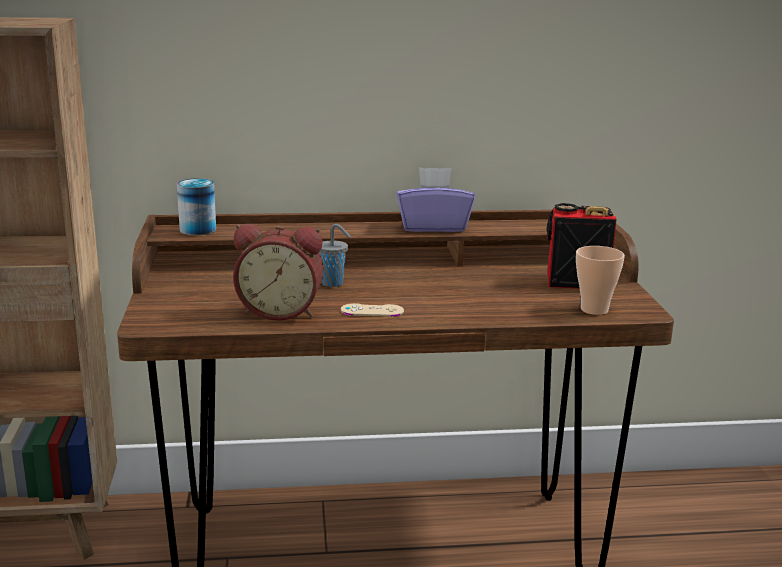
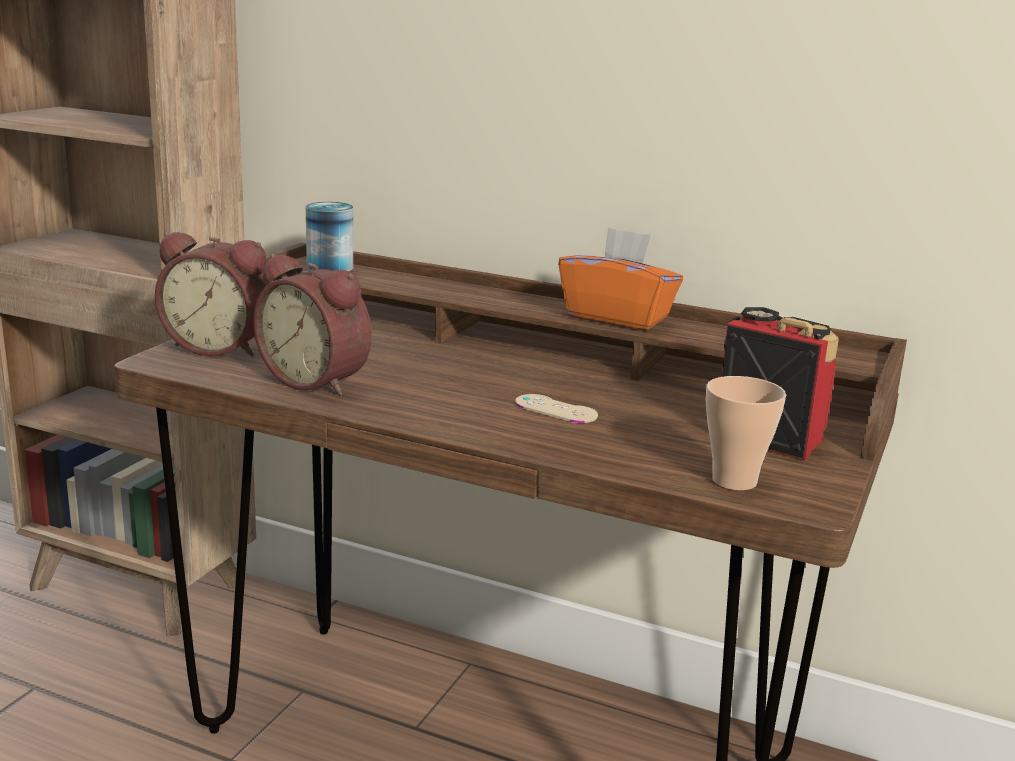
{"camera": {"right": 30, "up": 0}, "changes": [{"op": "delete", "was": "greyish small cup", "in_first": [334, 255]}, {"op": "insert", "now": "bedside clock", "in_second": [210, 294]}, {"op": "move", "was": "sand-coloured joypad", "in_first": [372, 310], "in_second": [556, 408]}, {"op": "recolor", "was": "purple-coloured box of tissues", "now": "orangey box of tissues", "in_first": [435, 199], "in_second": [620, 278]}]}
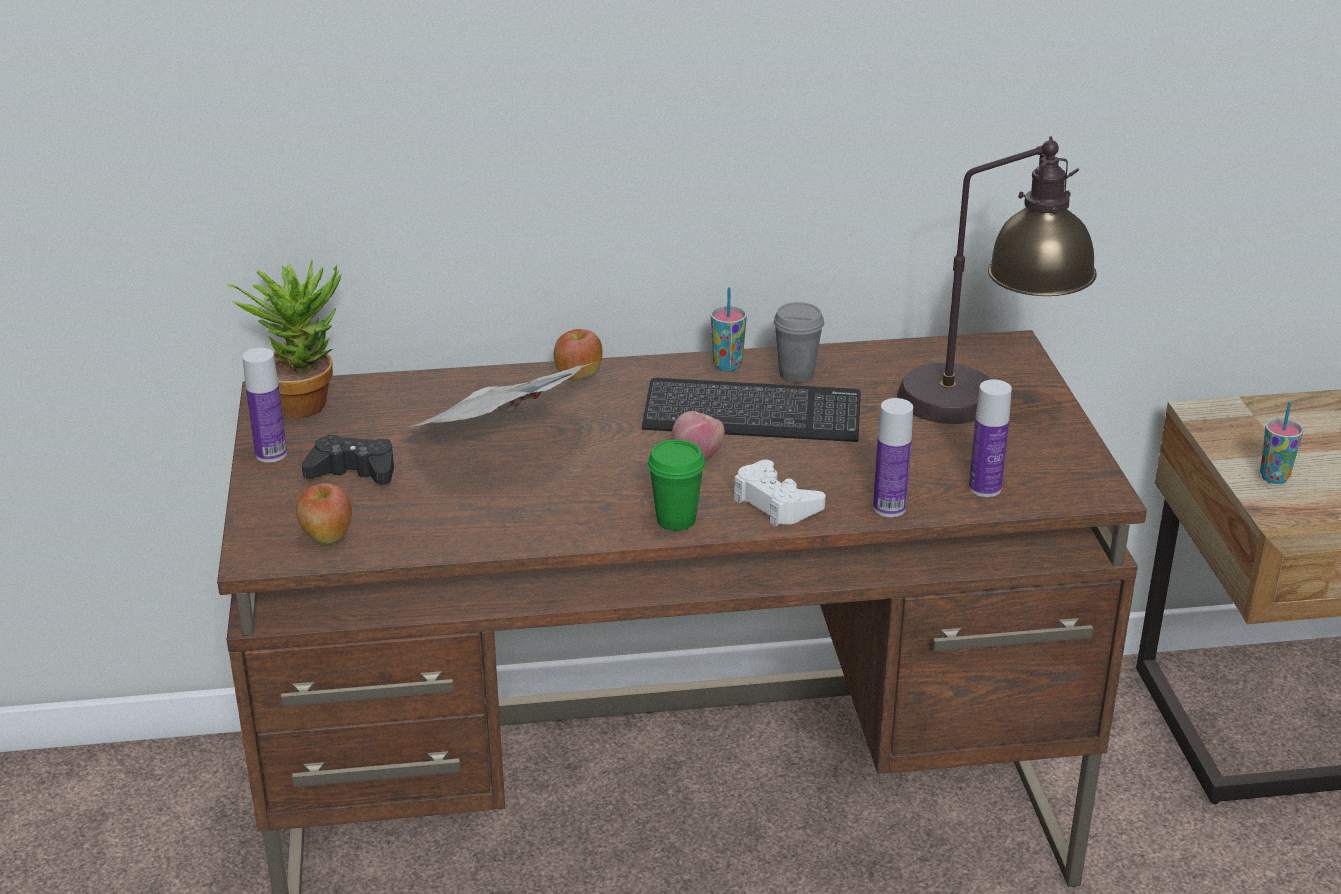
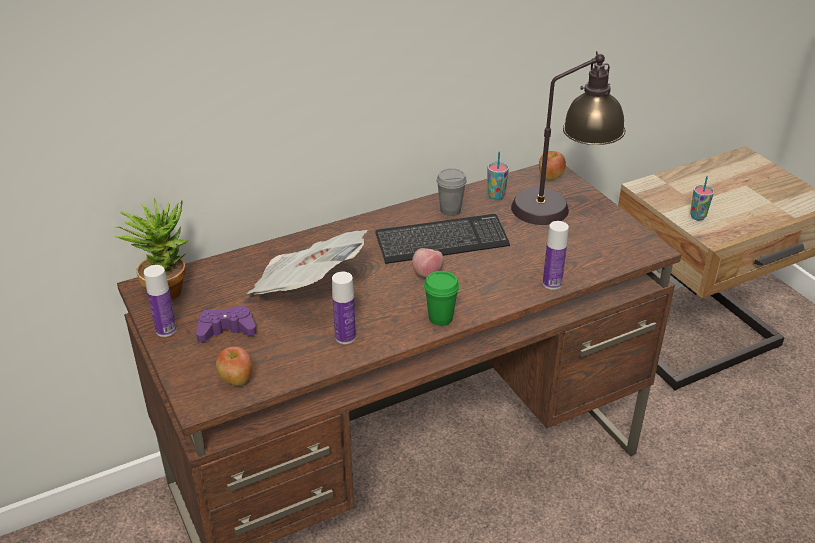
{"camera": {"right": -20, "up": 5}, "changes": [{"op": "delete", "was": "white joypad", "in_first": [779, 493]}, {"op": "move", "was": "apple fruit", "in_first": [578, 355], "in_second": [552, 166]}, {"op": "move", "was": "small cup", "in_first": [729, 329], "in_second": [498, 176]}, {"op": "move", "was": "bottle", "in_first": [990, 438], "in_second": [344, 308]}, {"op": "recolor", "was": "blackish joypad", "now": "purple-coloured joypad", "in_first": [348, 460], "in_second": [226, 323]}]}
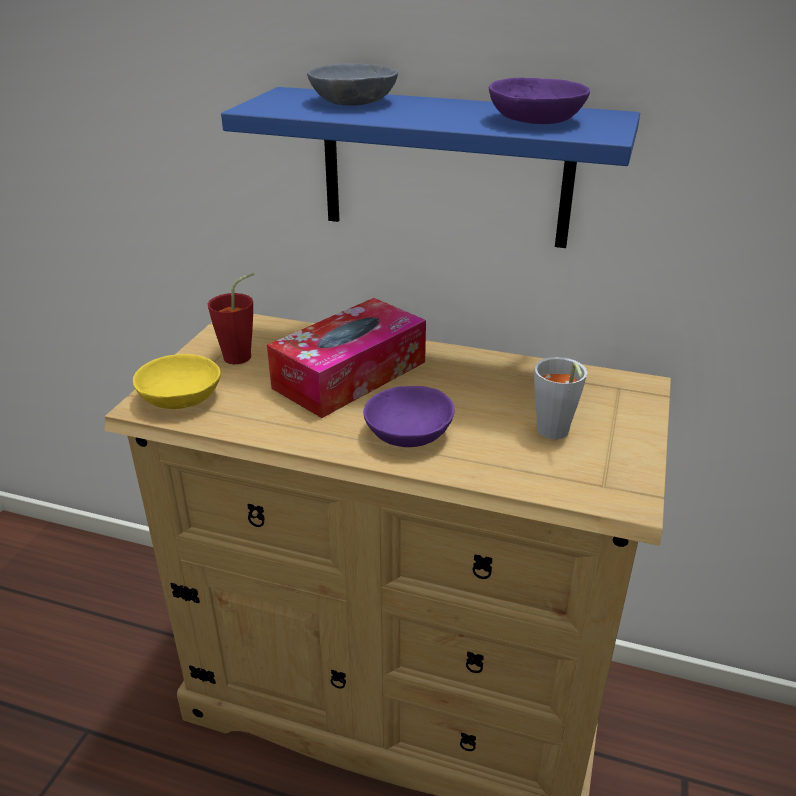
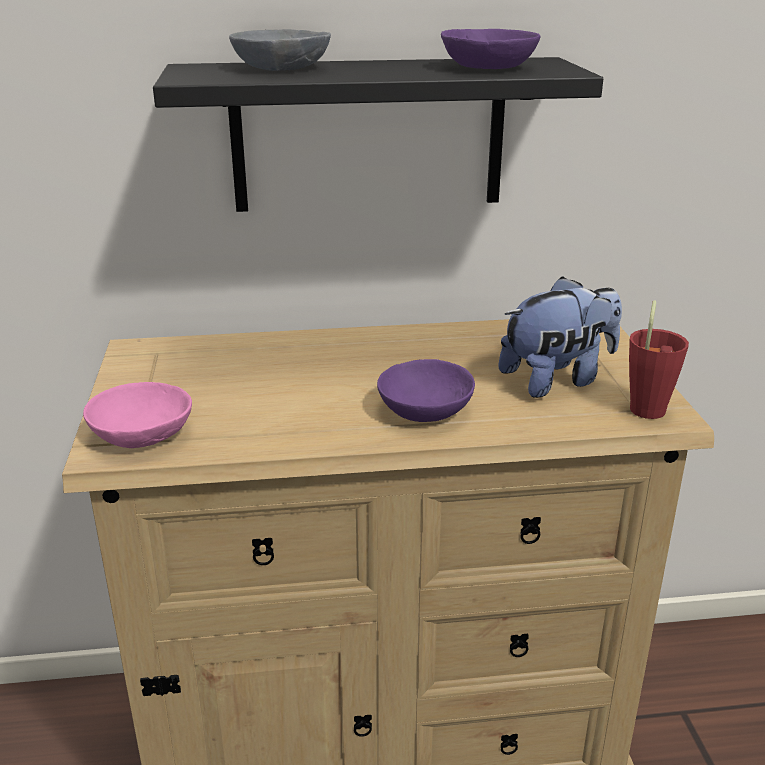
{"camera": {"right": -25, "up": -5}, "changes": [{"op": "delete", "was": "box of tissues", "in_first": [346, 358]}, {"op": "move", "was": "reddish small cup", "in_first": [231, 318], "in_second": [659, 359]}, {"op": "replace", "was": "greyish small cup", "now": "soft toy", "in_first": [561, 398], "in_second": [560, 337]}, {"op": "recolor", "was": "yellow deep dish", "now": "pink-coloured deep dish", "in_first": [177, 381], "in_second": [137, 415]}, {"op": "recolor", "was": "bluish wall shelf", "now": "blackish wall shelf", "in_first": [430, 167], "in_second": [378, 134]}]}
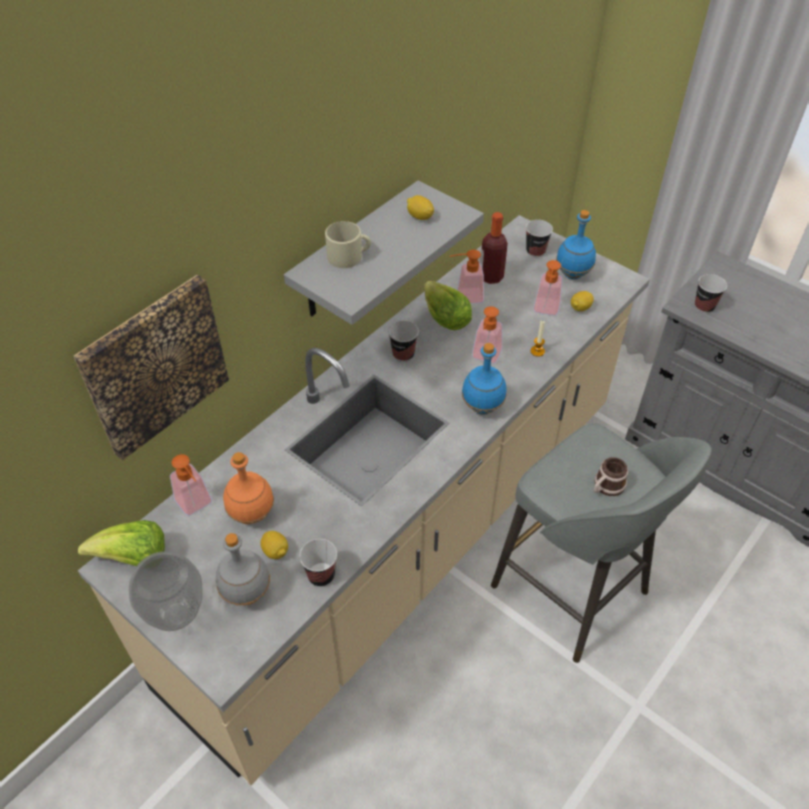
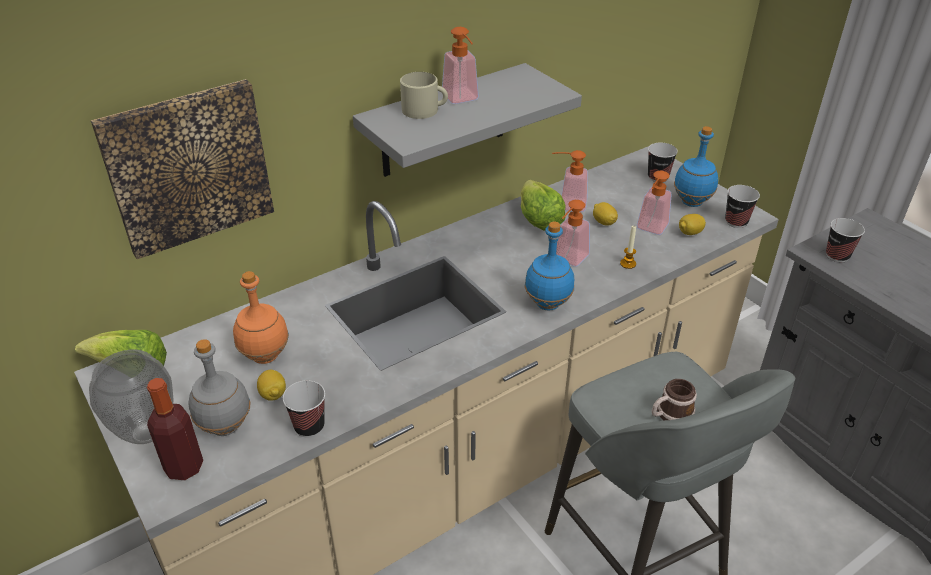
{"camera": {"right": 15, "up": -10}, "changes": [{"op": "move", "was": "liquid soap bottle", "in_first": [191, 485], "in_second": [460, 65]}, {"op": "move", "was": "small cup", "in_first": [403, 341], "in_second": [742, 206]}, {"op": "move", "was": "whole lemon", "in_first": [420, 207], "in_second": [605, 214]}, {"op": "move", "was": "bottle", "in_first": [494, 248], "in_second": [175, 429]}]}
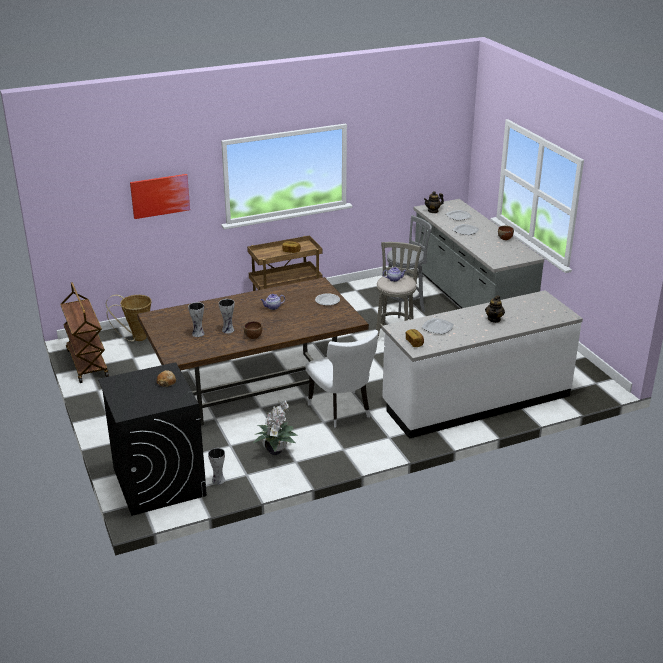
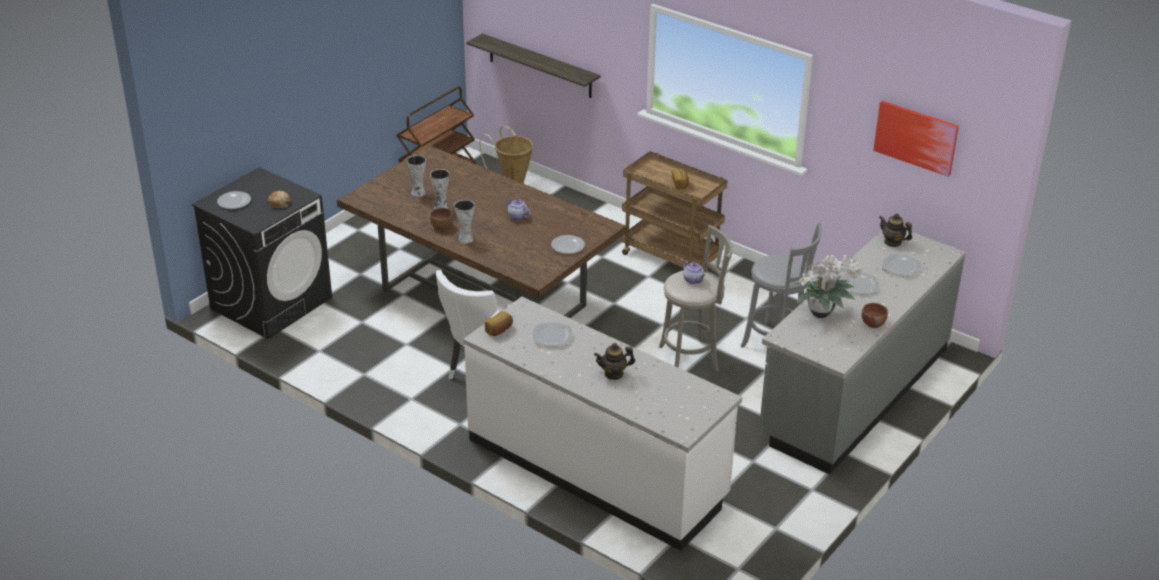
{"camera": {"right": 60, "up": 5}, "changes": [{"op": "insert", "now": "plate", "in_second": [234, 200]}, {"op": "insert", "now": "wall shelf", "in_second": [533, 65]}, {"op": "move", "was": "picture", "in_first": [160, 196], "in_second": [916, 139]}, {"op": "move", "was": "flower vase", "in_first": [216, 466], "in_second": [465, 222]}, {"op": "move", "was": "potted plant", "in_first": [275, 427], "in_second": [829, 286]}]}
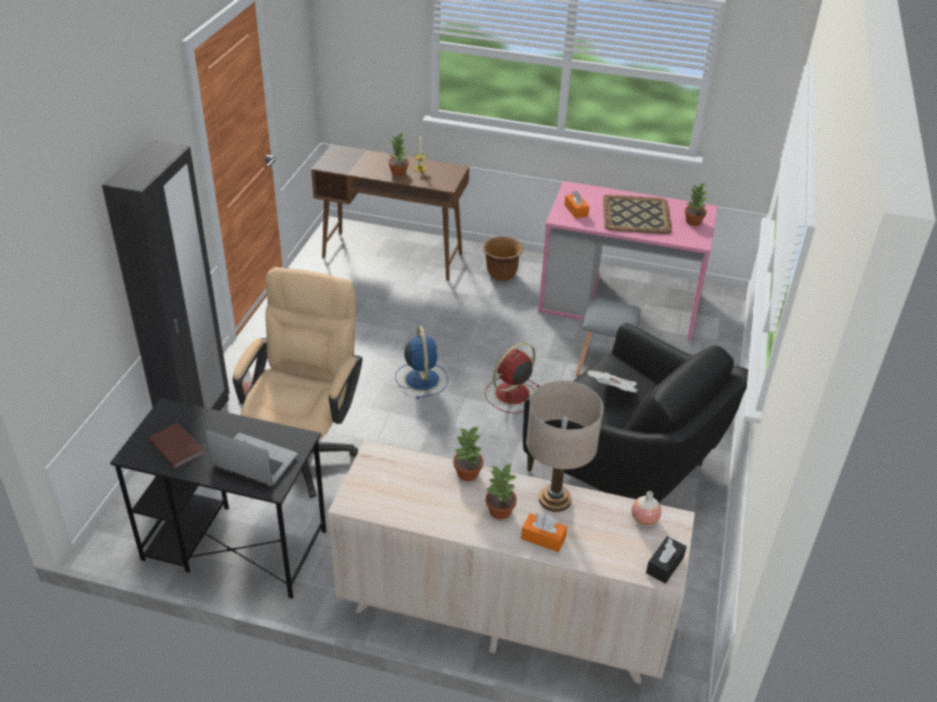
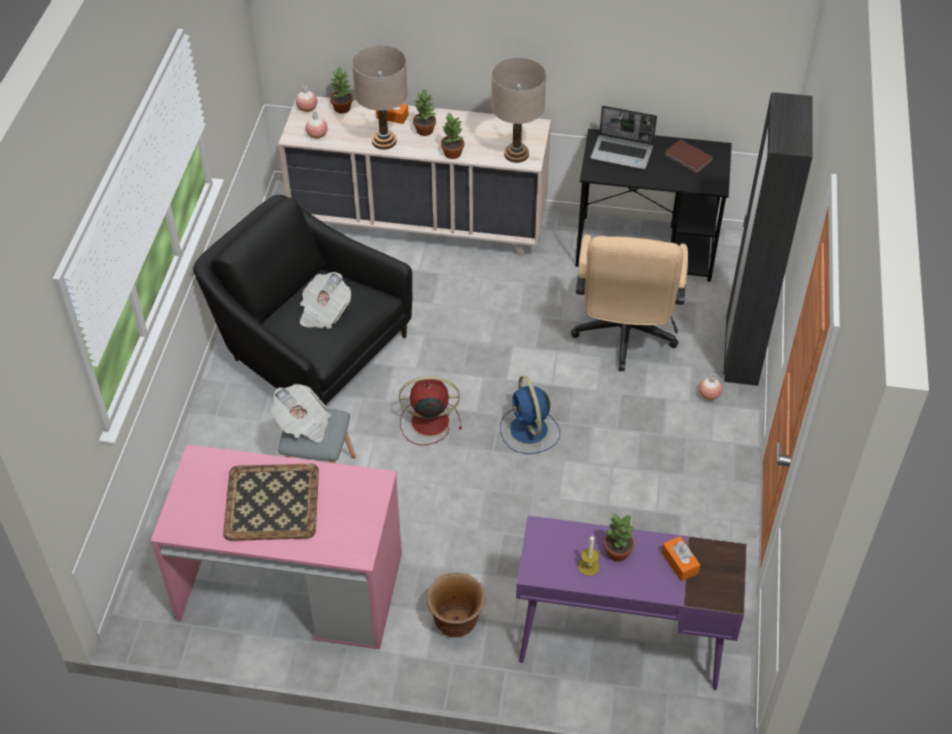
{"camera": {"right": 175, "up": 10}, "changes": [{"op": "insert", "now": "daily paper", "in_second": [301, 413]}, {"op": "insert", "now": "sand-coloured lamp for a table", "in_second": [518, 110]}, {"op": "move", "was": "orangey box of tissues", "in_first": [577, 205], "in_second": [680, 558]}, {"op": "move", "was": "potted plant", "in_first": [697, 204], "in_second": [341, 90]}, {"op": "replace", "was": "blackish box of tissues", "now": "flower vase", "in_first": [666, 560], "in_second": [306, 98]}, {"op": "recolor", "was": "brownish desk unit", "now": "purple-coloured desk unit", "in_first": [390, 213], "in_second": [631, 603]}, {"op": "rotate", "was": "reddish electric fan", "in_first": [512, 377], "in_second": [430, 410], "clockwise": -135}]}
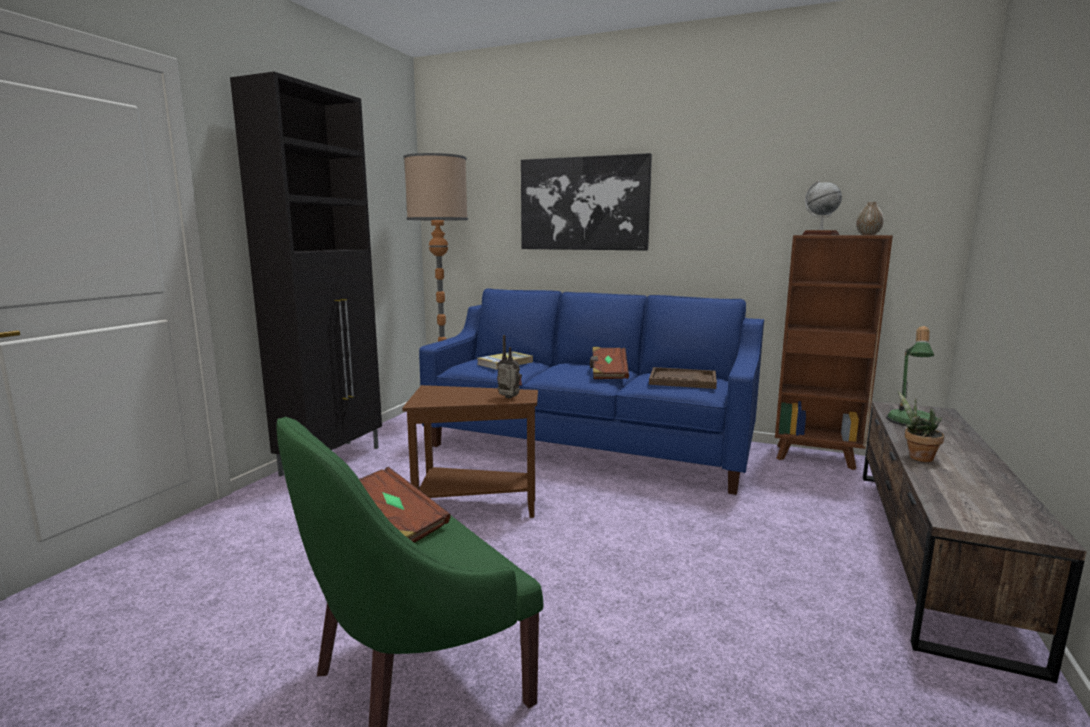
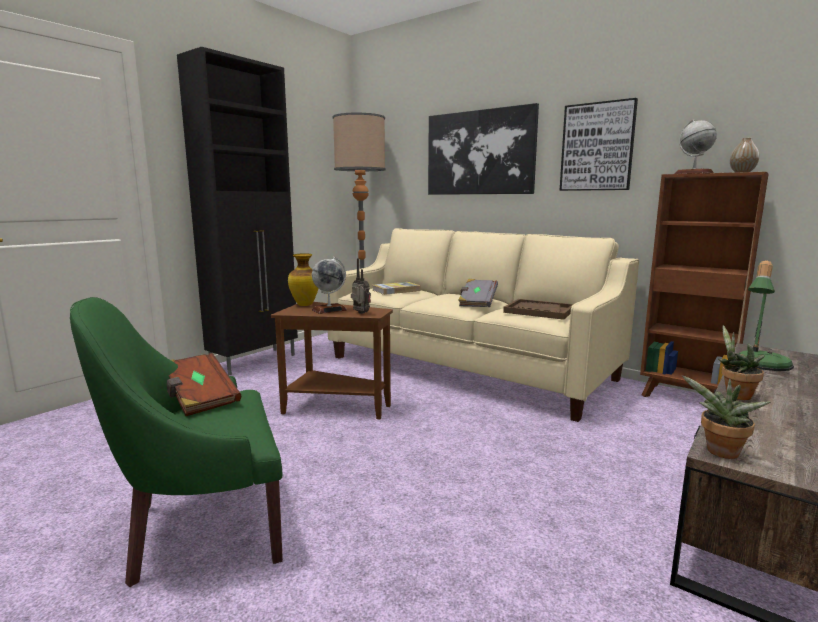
{"camera": {"right": 15, "up": 0}, "changes": [{"op": "insert", "now": "flower vase", "in_second": [303, 280]}, {"op": "insert", "now": "desk globe", "in_second": [329, 285]}, {"op": "insert", "now": "picture", "in_second": [598, 144]}, {"op": "insert", "now": "potted plant", "in_second": [726, 417]}, {"op": "recolor", "was": "bluish couch", "now": "sand-coloured couch", "in_first": [591, 391], "in_second": [483, 325]}, {"op": "recolor", "was": "brownish volume", "now": "greyish volume", "in_first": [609, 363], "in_second": [478, 293]}]}
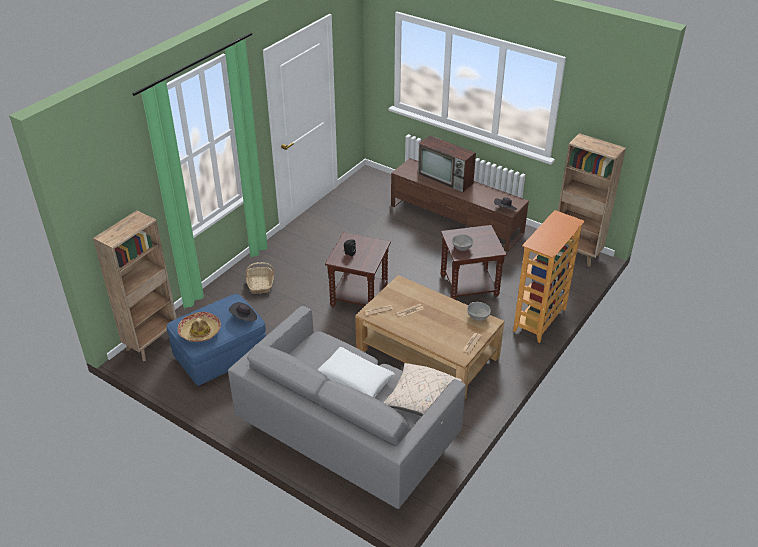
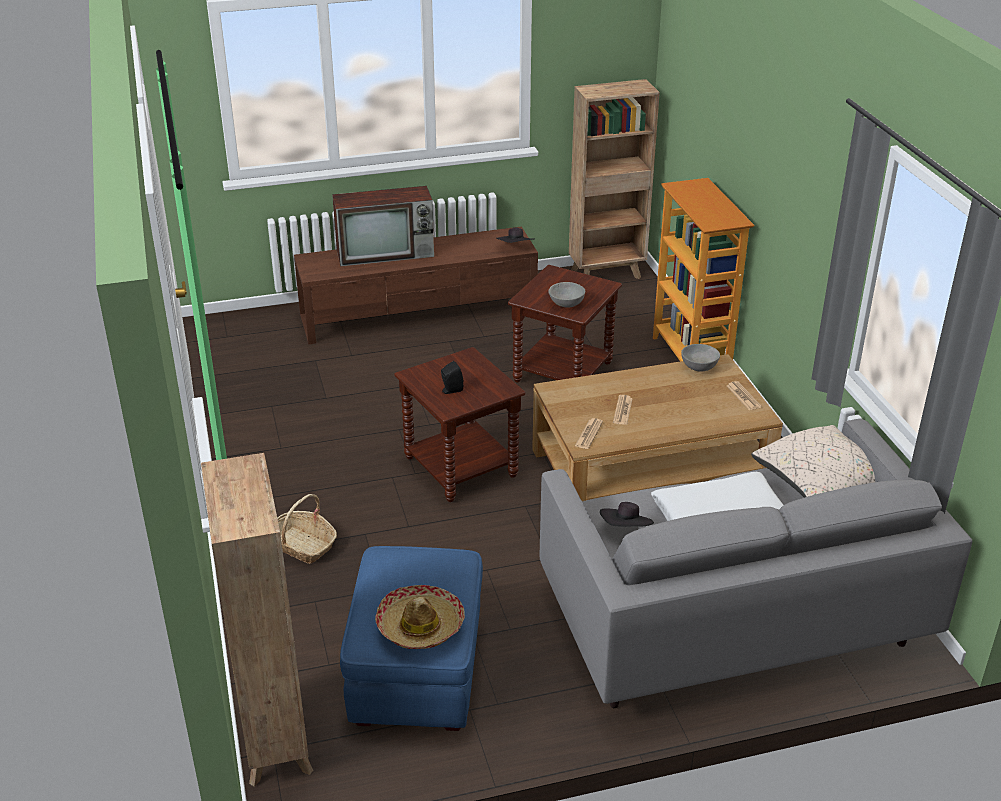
{"camera": {"right": -50, "up": -5}, "changes": [{"op": "move", "was": "blackish hat", "in_first": [243, 311], "in_second": [627, 514]}]}
